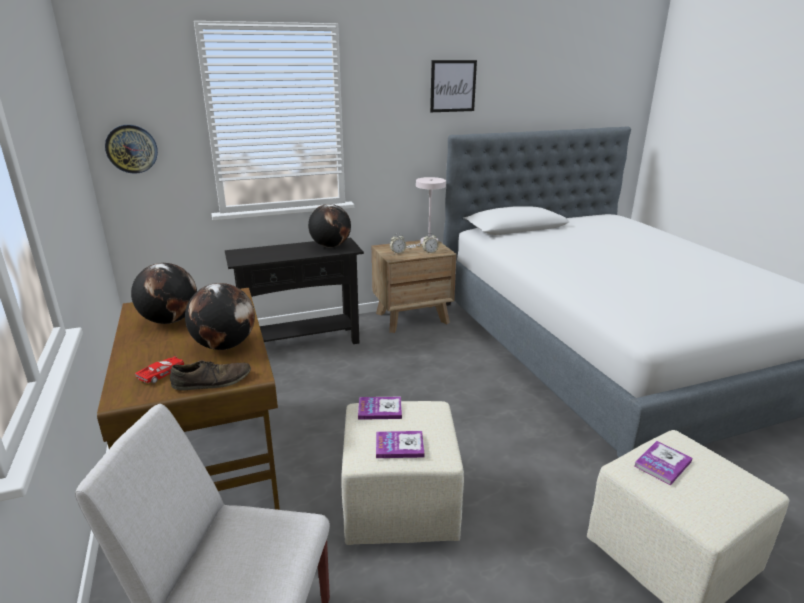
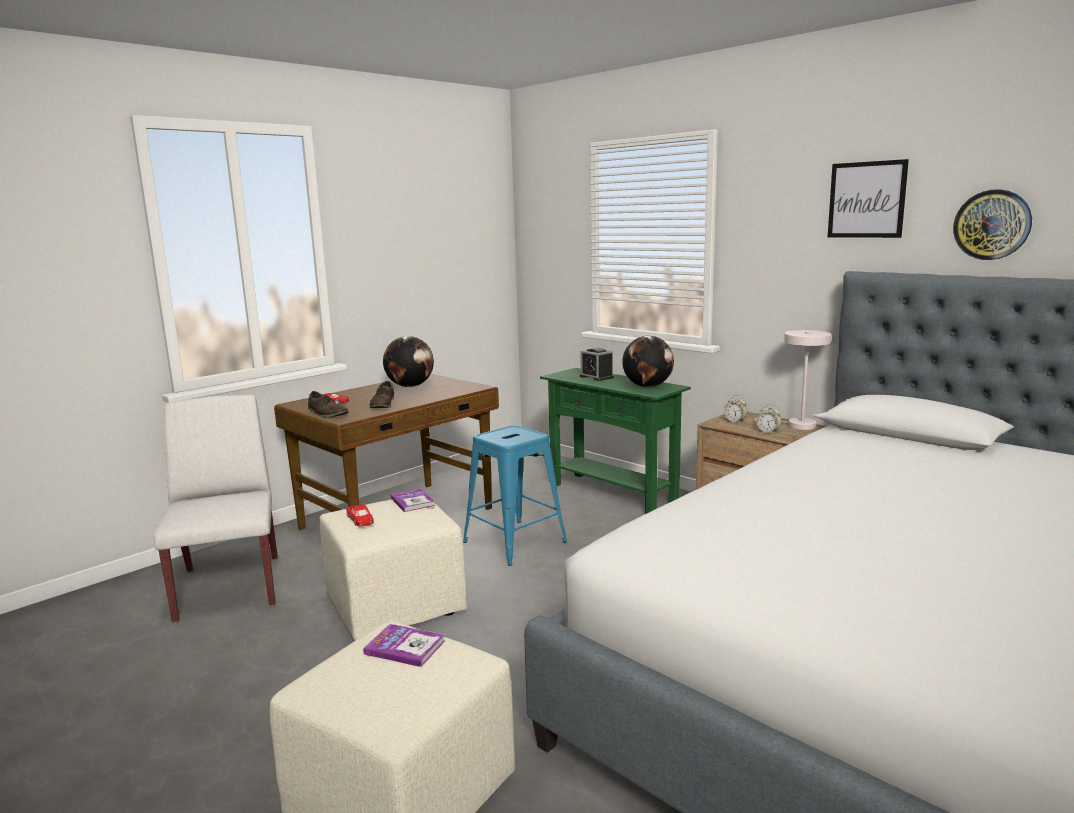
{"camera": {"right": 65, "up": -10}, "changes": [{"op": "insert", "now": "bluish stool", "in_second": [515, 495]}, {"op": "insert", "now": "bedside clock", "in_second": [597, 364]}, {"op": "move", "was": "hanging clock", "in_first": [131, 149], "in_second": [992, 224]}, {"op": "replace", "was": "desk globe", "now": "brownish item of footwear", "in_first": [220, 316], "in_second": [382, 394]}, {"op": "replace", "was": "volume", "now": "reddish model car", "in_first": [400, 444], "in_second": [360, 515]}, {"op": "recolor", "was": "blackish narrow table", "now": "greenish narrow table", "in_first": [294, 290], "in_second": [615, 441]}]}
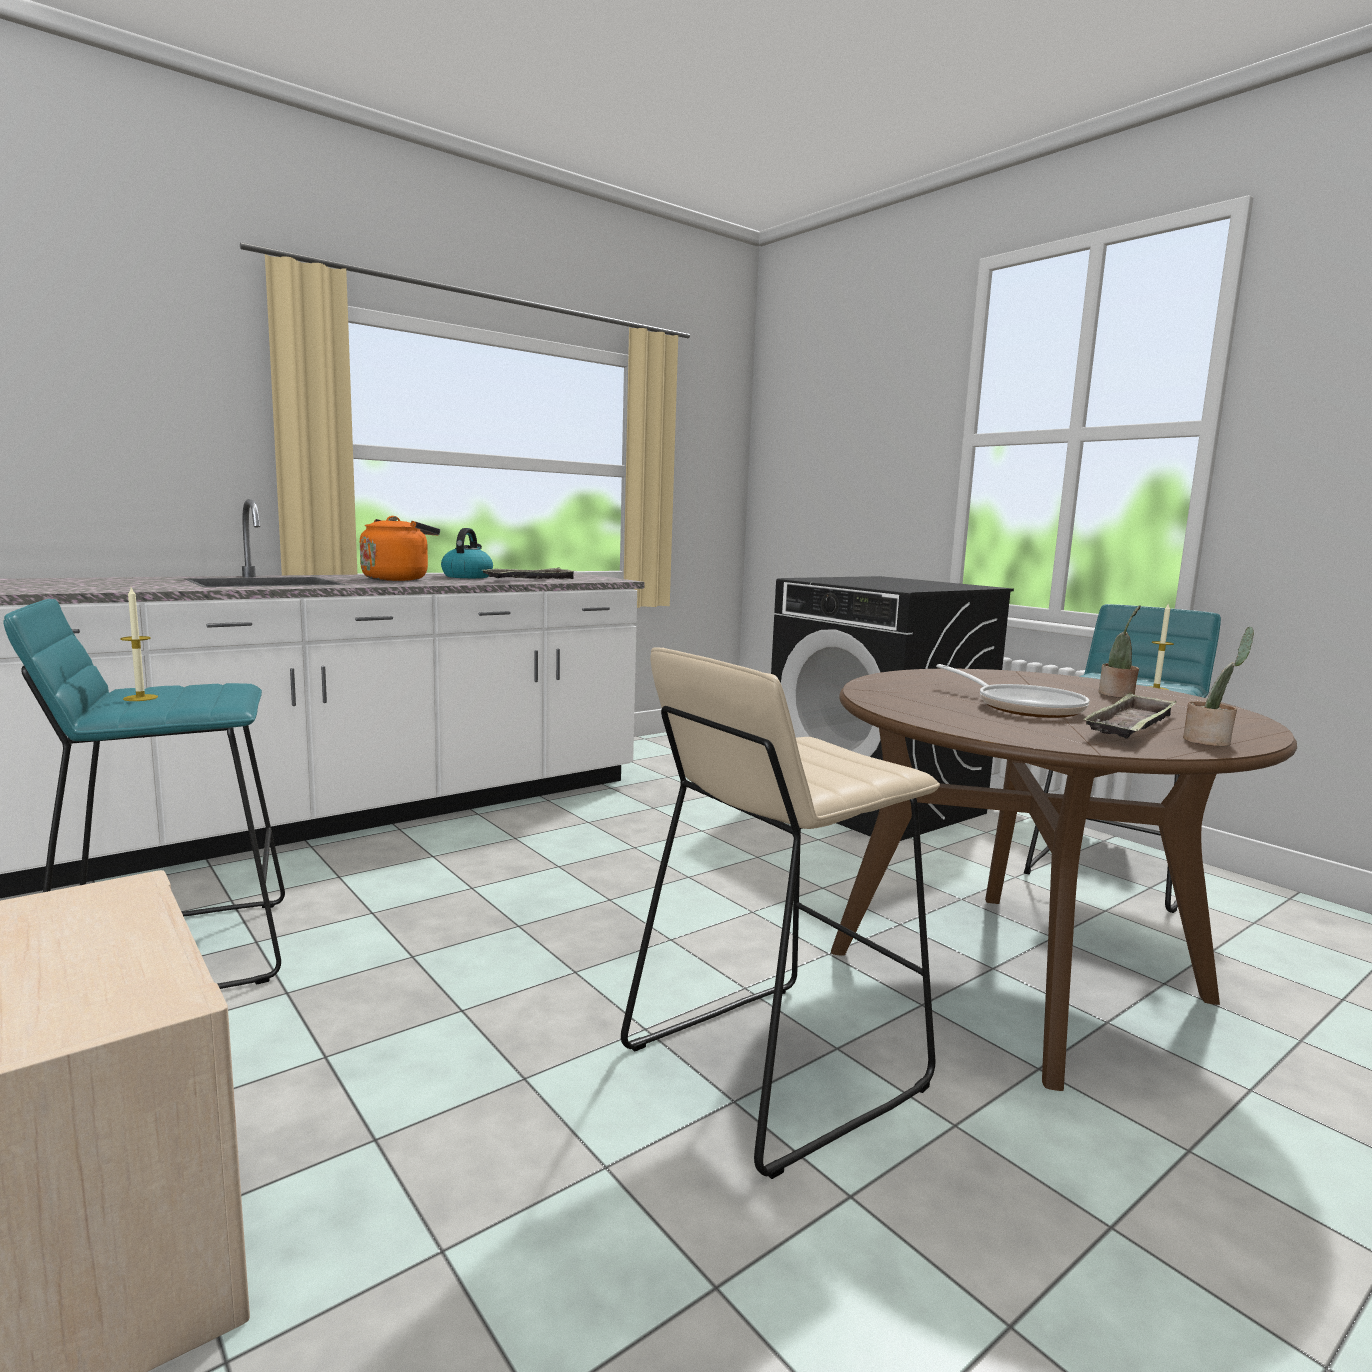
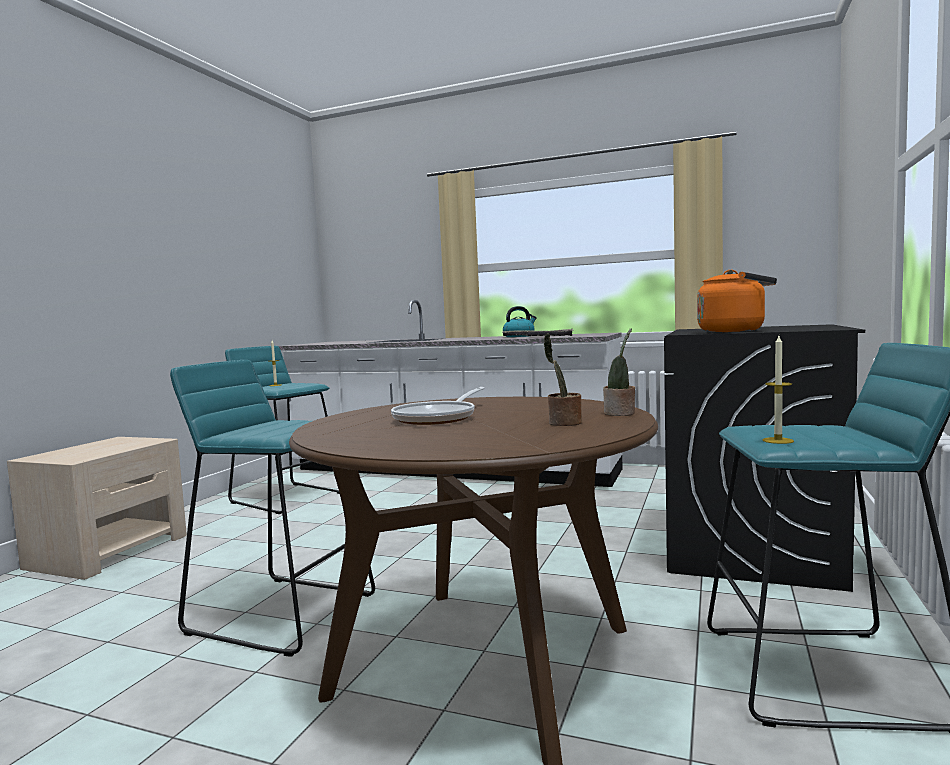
{"camera": {"right": 60, "up": -5}, "changes": [{"op": "delete", "was": "carrying tray", "in_first": [1130, 715]}, {"op": "move", "was": "orangey tea kettle", "in_first": [400, 548], "in_second": [737, 301]}, {"op": "move", "was": "potted plant", "in_first": [1218, 686], "in_second": [619, 372]}, {"op": "recolor", "was": "sand-coloured stool", "now": "turquoise stool", "in_first": [780, 913], "in_second": [272, 508]}]}
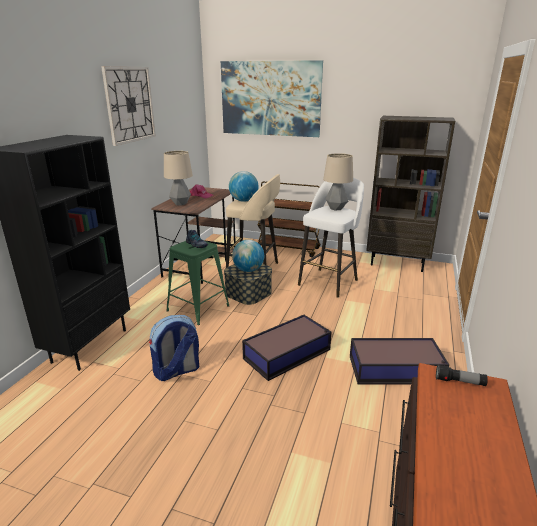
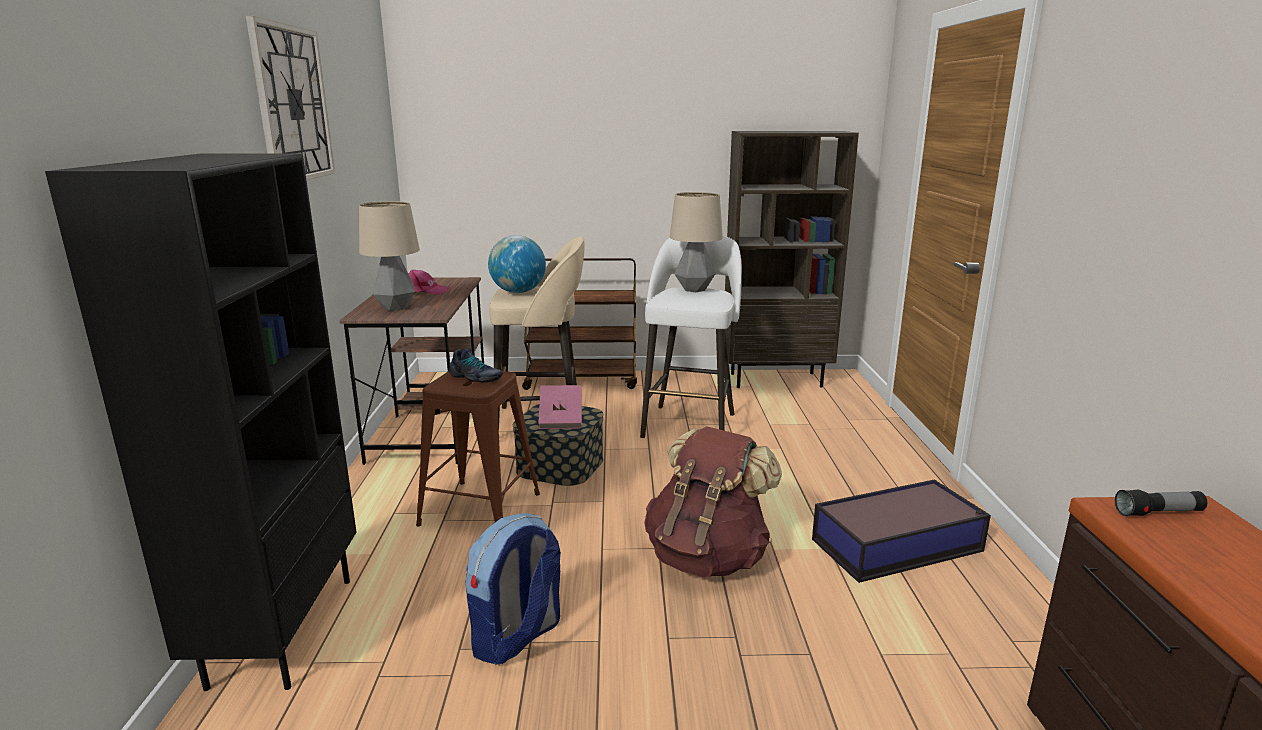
{"camera": {"right": -20, "up": -5}, "changes": [{"op": "delete", "was": "picture", "in_first": [272, 98]}, {"op": "replace", "was": "desk globe", "now": "pink-coloured volume", "in_first": [248, 256], "in_second": [560, 407]}, {"op": "replace", "was": "storage bin", "now": "brownish rucksack", "in_first": [286, 348], "in_second": [713, 502]}, {"op": "recolor", "was": "greenish stool", "now": "brownish stool", "in_first": [198, 283], "in_second": [478, 449]}]}
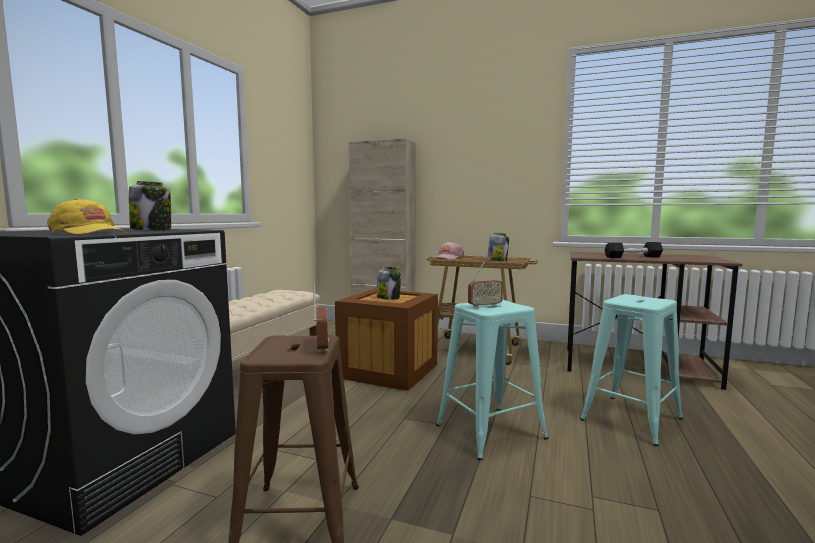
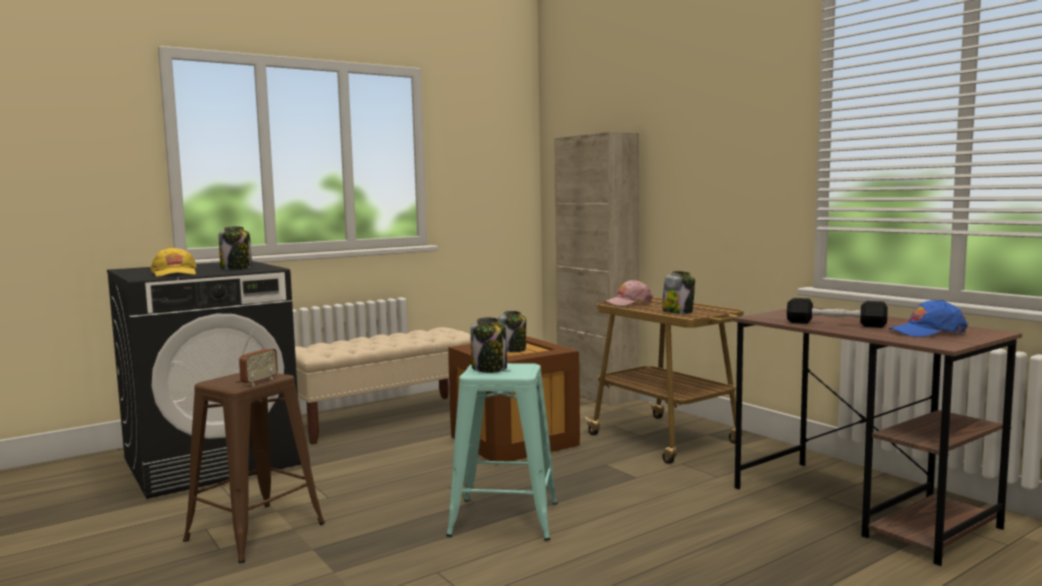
{"camera": {"right": 35, "up": 0}, "changes": [{"op": "delete", "was": "turquoise stool", "in_first": [631, 370]}, {"op": "insert", "now": "bluish cap", "in_second": [928, 318]}, {"op": "replace", "was": "radio", "now": "storage jar", "in_first": [485, 285], "in_second": [488, 345]}]}
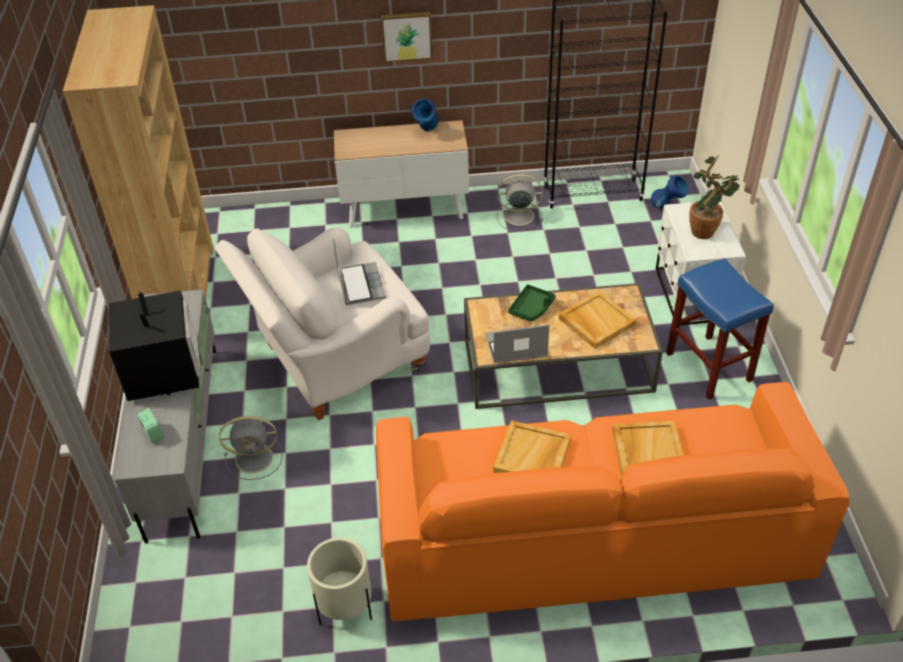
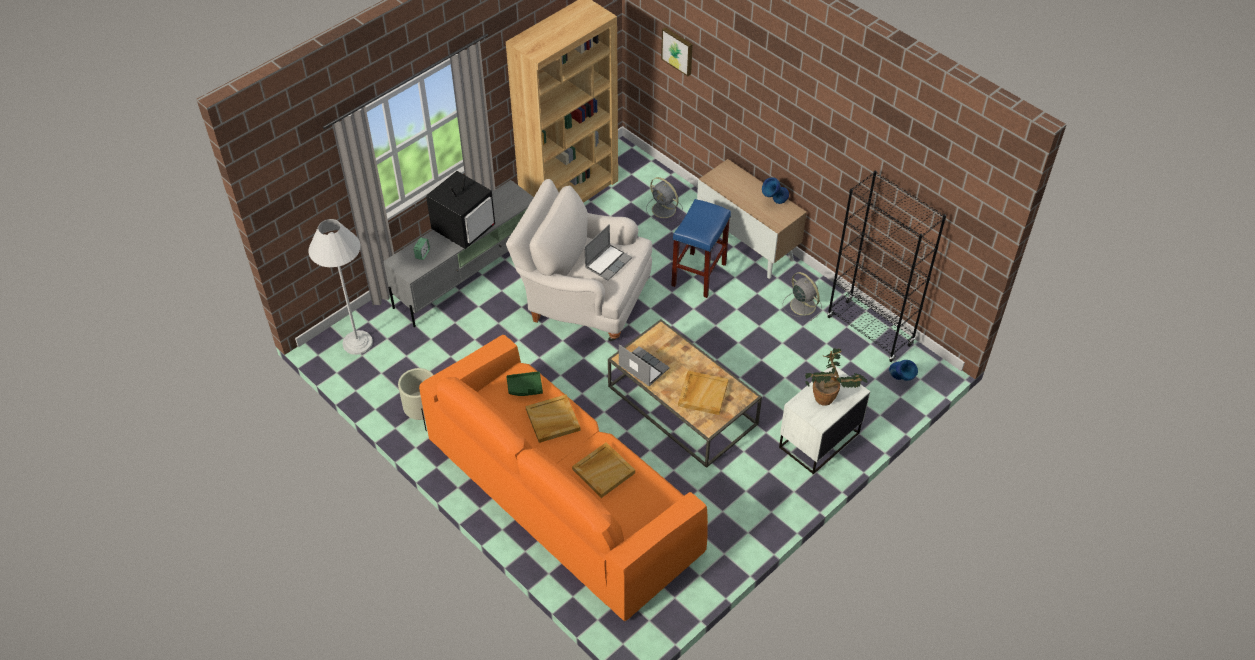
{"camera": {"right": 50, "up": 5}, "changes": [{"op": "insert", "now": "white floor lamp", "in_second": [340, 287]}, {"op": "move", "was": "greyish electric fan", "in_first": [251, 448], "in_second": [664, 200]}, {"op": "move", "was": "picture", "in_first": [407, 37], "in_second": [677, 51]}, {"op": "move", "was": "greenish carrying tray", "in_first": [532, 302], "in_second": [524, 383]}, {"op": "move", "was": "bluish stool", "in_first": [720, 329], "in_second": [701, 248]}]}
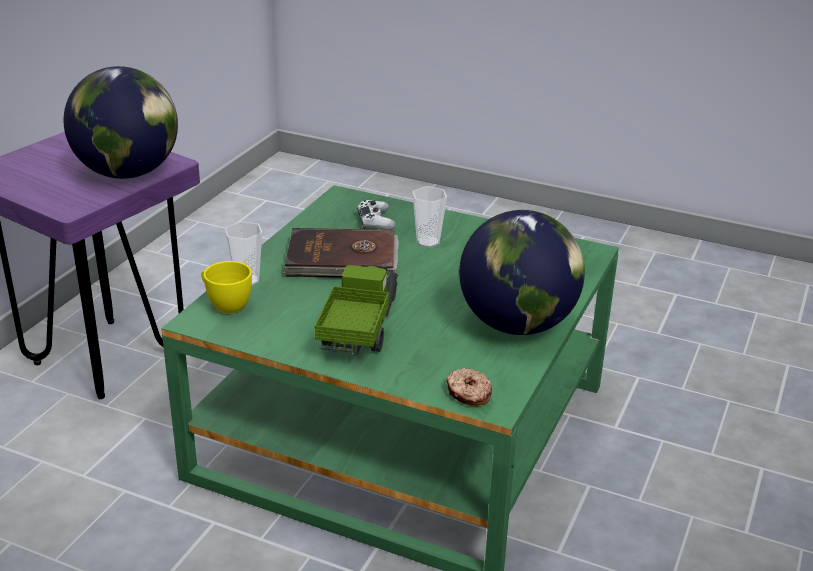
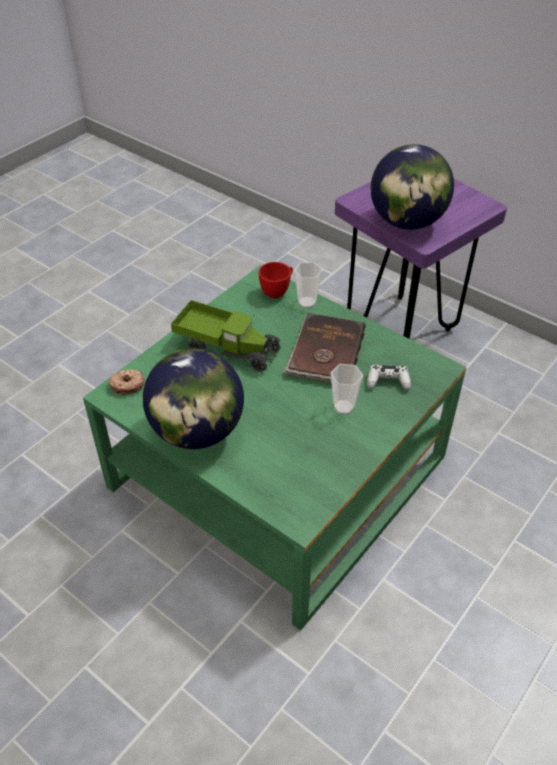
{"camera": {"right": 105, "up": 15}, "changes": [{"op": "recolor", "was": "yellow small cup", "now": "reddish small cup", "in_first": [226, 287], "in_second": [276, 280]}]}
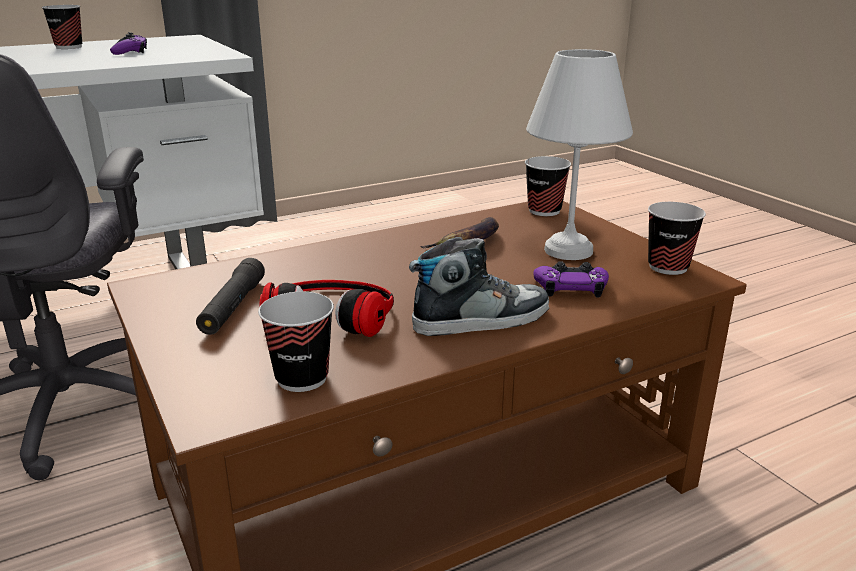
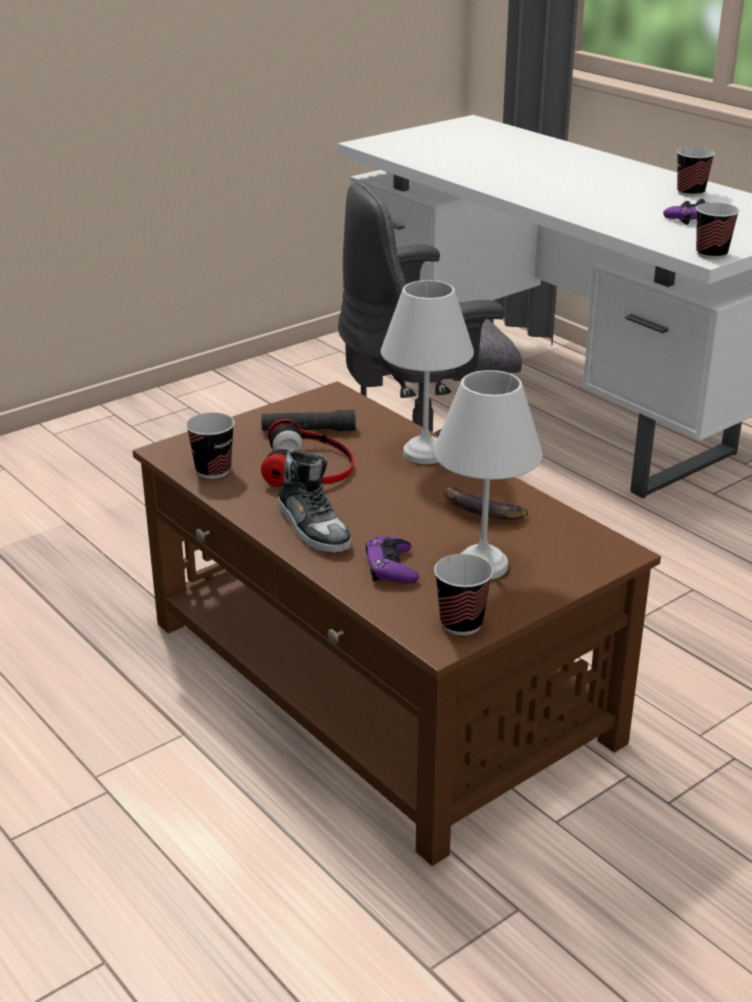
{"camera": {"right": 80, "up": 5}, "changes": [{"op": "insert", "now": "white lamp for a table", "in_second": [427, 372]}, {"op": "move", "was": "small cup", "in_first": [548, 186], "in_second": [718, 231]}]}
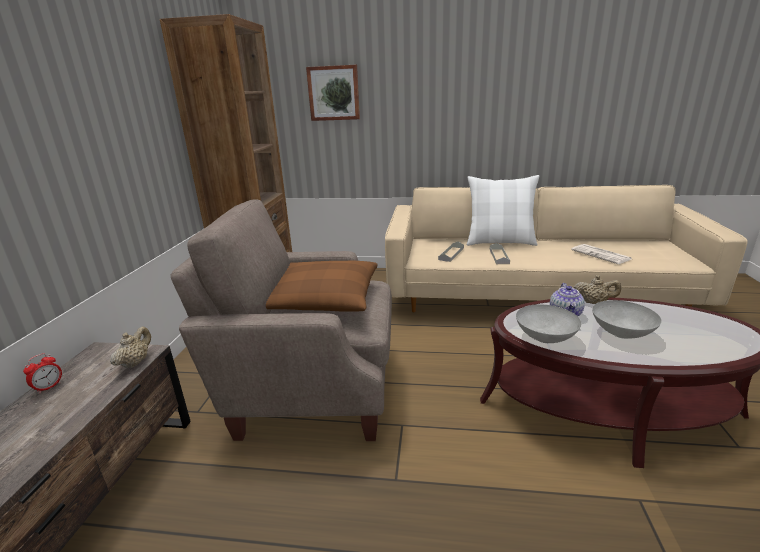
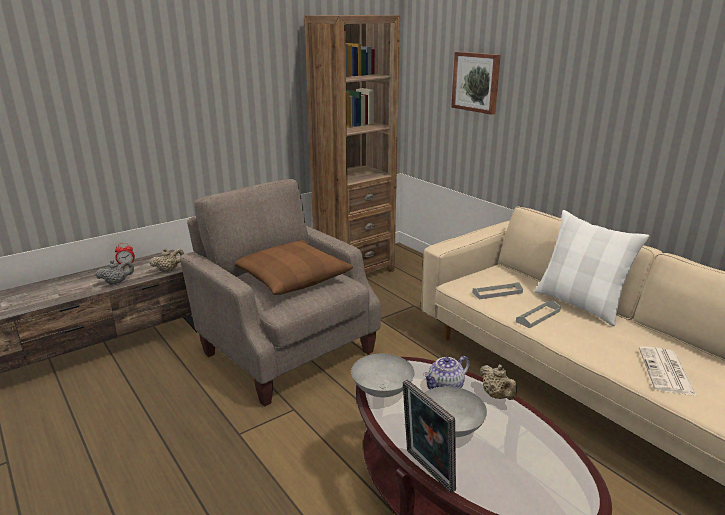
{"camera": {"right": 45, "up": 0}, "changes": [{"op": "insert", "now": "greyish teapot", "in_second": [114, 272]}, {"op": "insert", "now": "standing frame", "in_second": [429, 436]}]}
